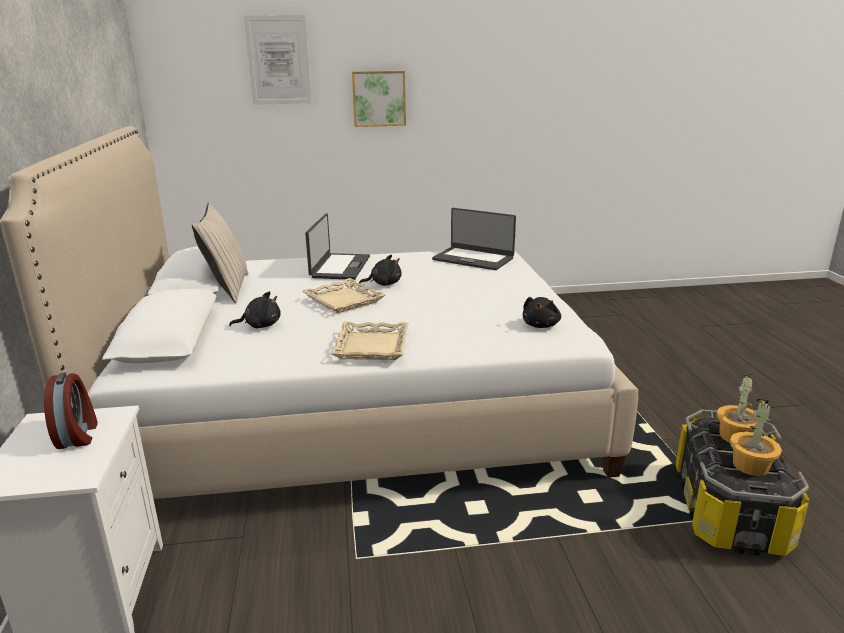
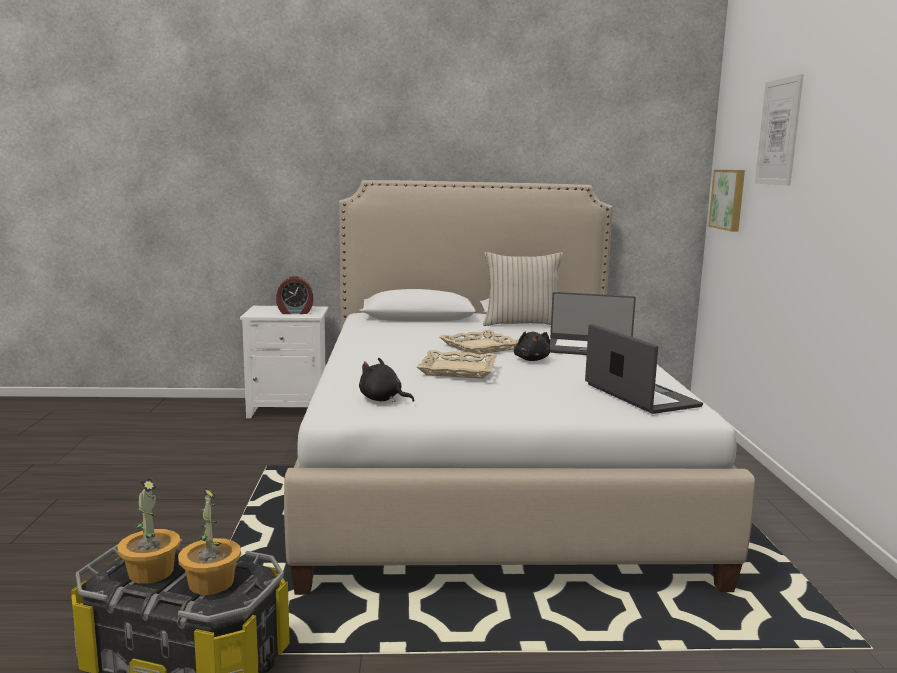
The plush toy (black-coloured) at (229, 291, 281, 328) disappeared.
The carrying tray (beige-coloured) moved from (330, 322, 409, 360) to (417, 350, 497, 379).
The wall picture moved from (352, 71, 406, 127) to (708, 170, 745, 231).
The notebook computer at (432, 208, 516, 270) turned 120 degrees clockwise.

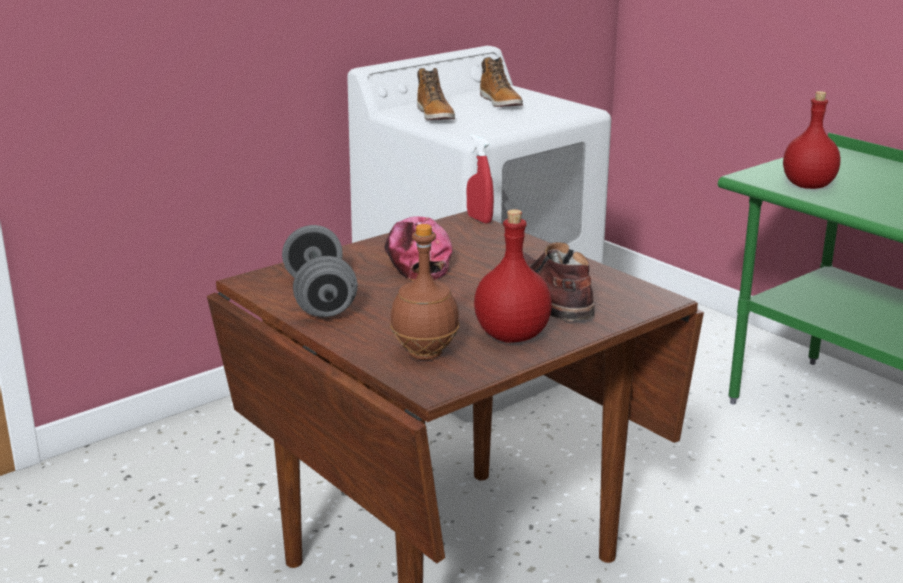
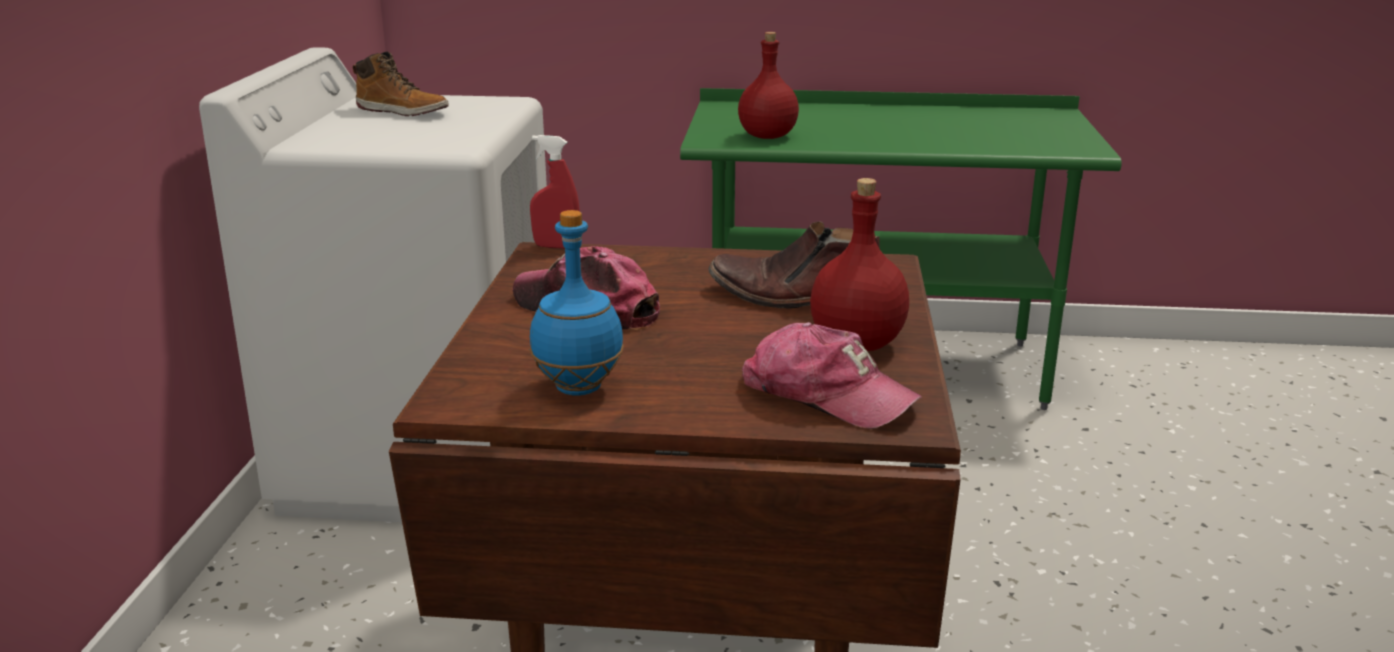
The dumbbell (gray) at (282, 225, 358, 317) was replaced by the bottle (bluish) at (530, 210, 624, 396).
The bottle (brownish) at (390, 224, 459, 360) was replaced by the peaked cap at (742, 322, 922, 429).
The tall boot at (417, 68, 455, 120) disappeared.

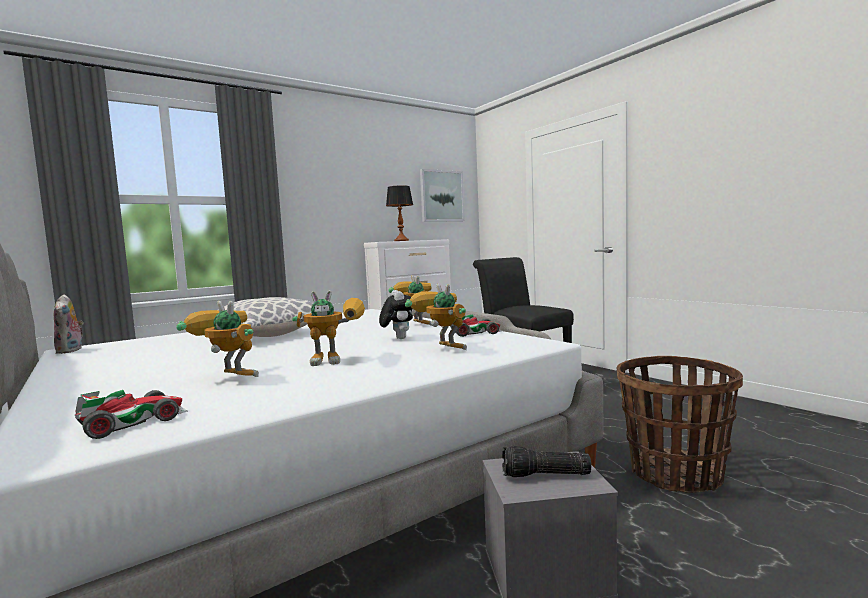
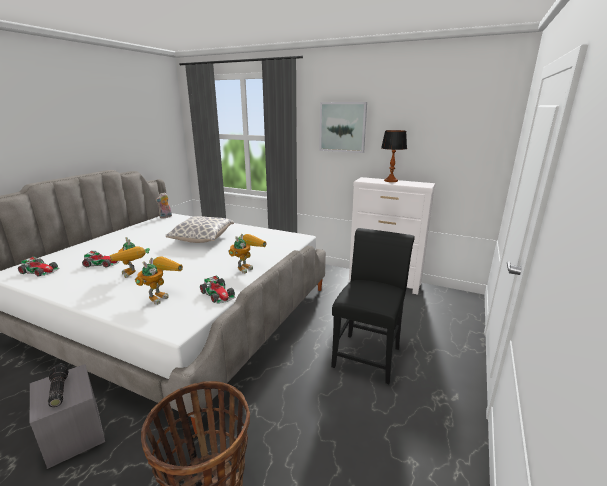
The robot figure at (176, 301, 259, 377) was replaced by the model car at (82, 251, 120, 267).
The plush toy at (379, 290, 413, 339) disappeared.
The wall picture moved from (420, 169, 465, 222) to (319, 102, 367, 153).

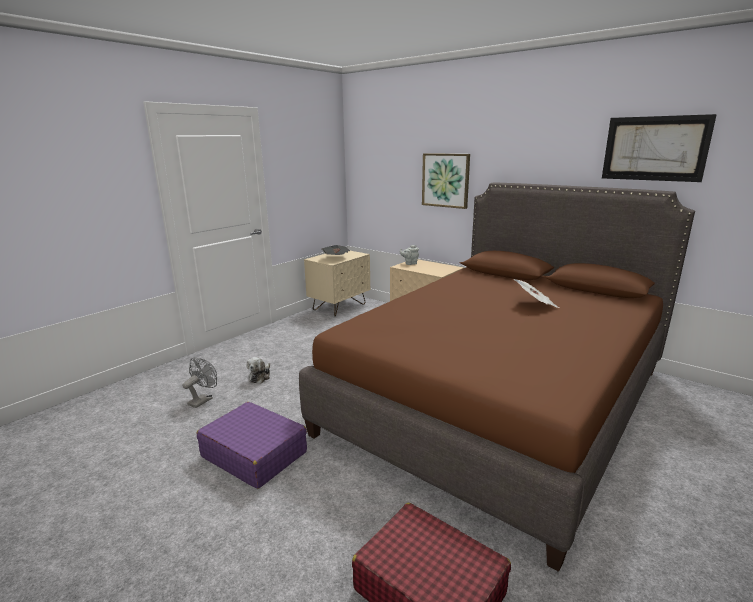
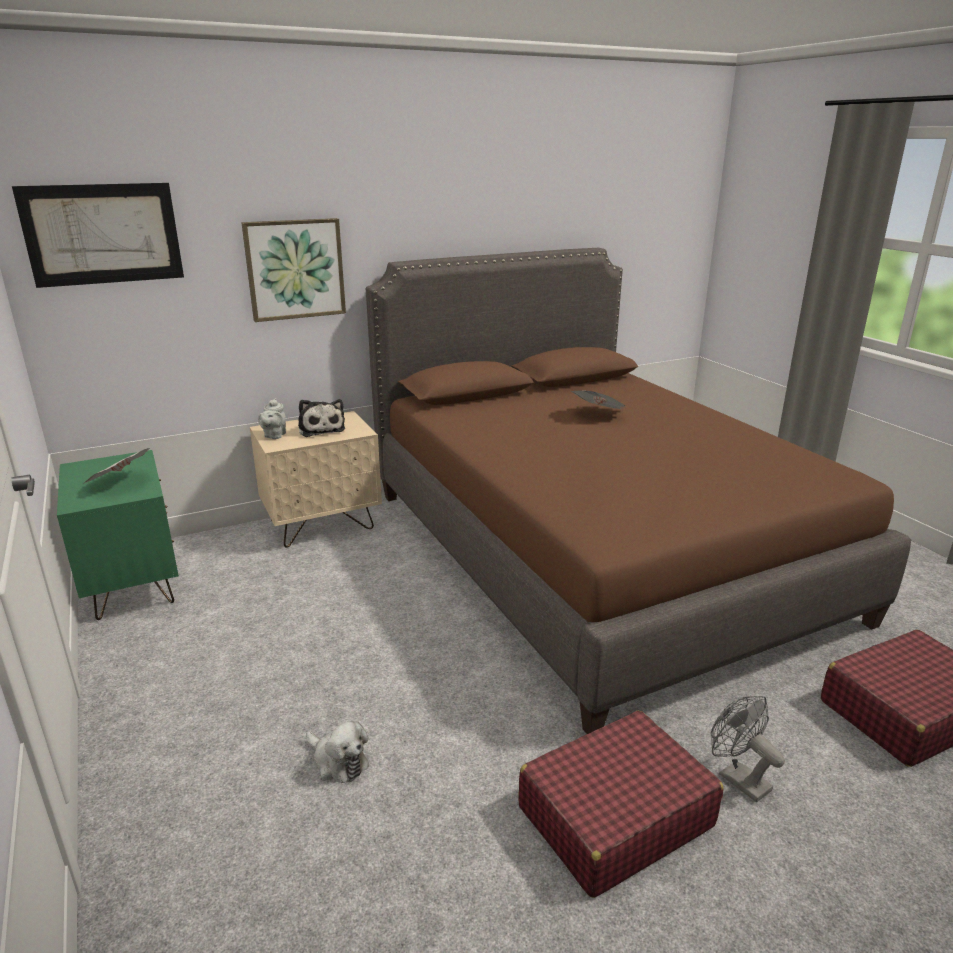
The fan (gray) moved from (183, 357, 217, 408) to (711, 696, 785, 802).
The travel case (purple-coloured) at (197, 402, 307, 489) became the travel case (reddish) at (518, 711, 724, 898).
The night table (beige-coloured) at (304, 251, 370, 316) became the night table (greenish) at (57, 450, 179, 620).
The wall picture moved from (602, 114, 717, 182) to (12, 183, 184, 288).
The plush toy at (298, 399, 345, 437) appeared.

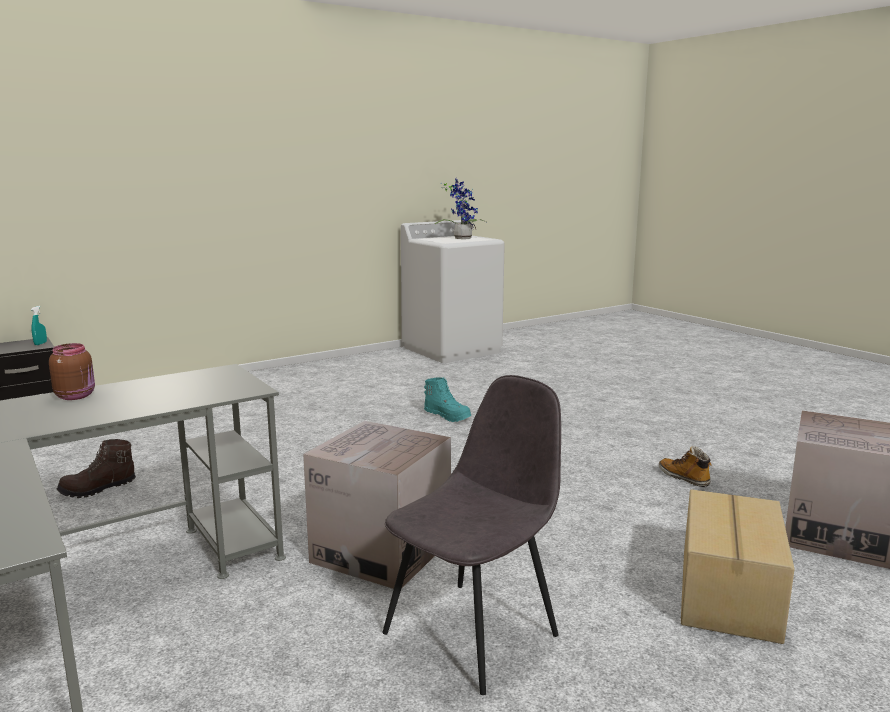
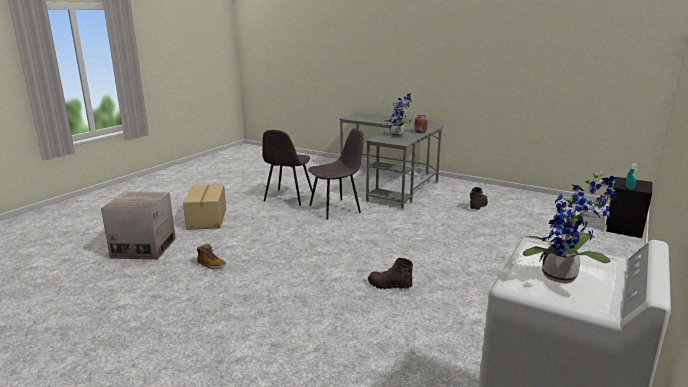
The cardboard box at (303, 421, 451, 589) was replaced by the upright chair (gray) at (308, 128, 364, 220).
The tall boot (turquoise-coloured) at (424, 377, 471, 422) became the tall boot (brownish) at (368, 258, 413, 289).
The plant in a pot at (382, 93, 412, 137) appeared.

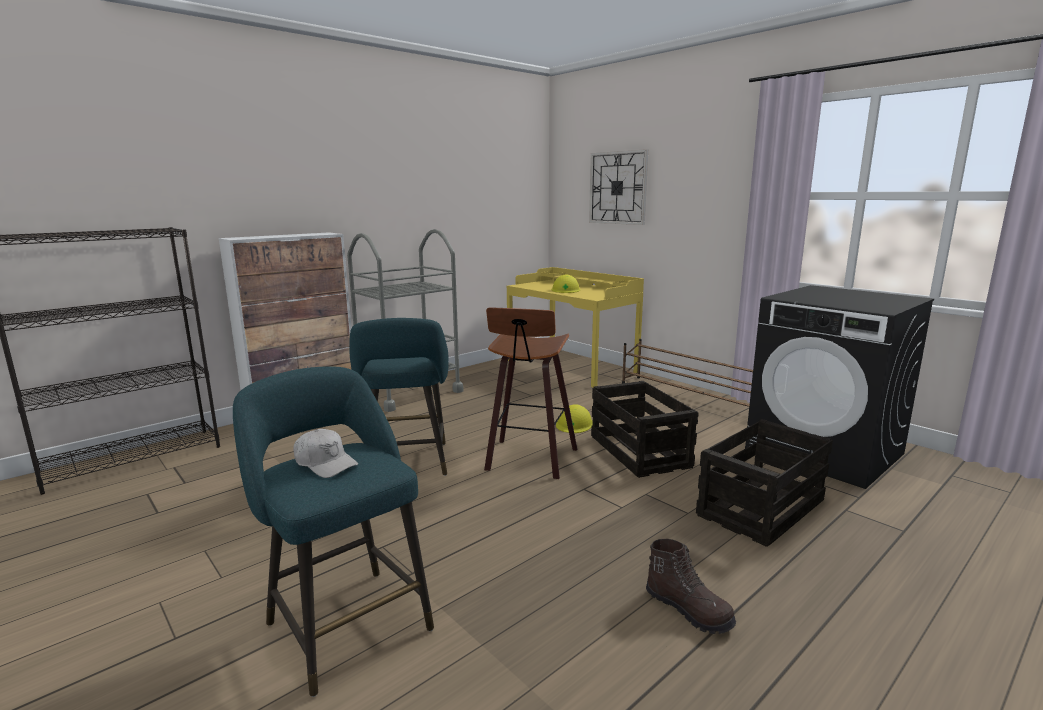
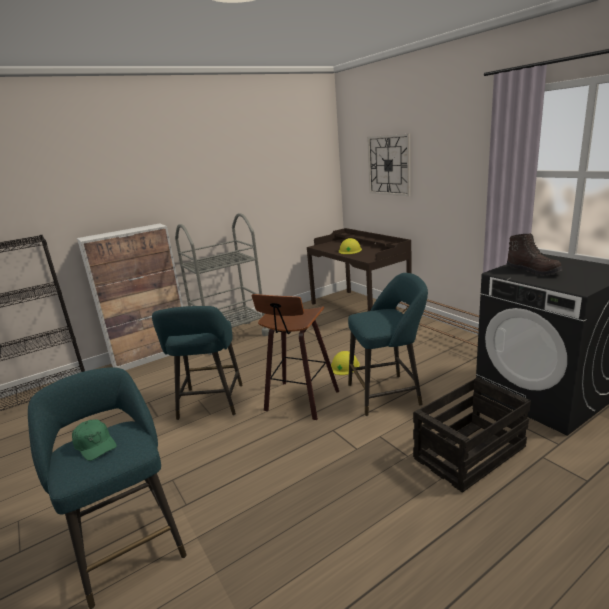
The peaked cap (white) at (293, 429, 358, 478) became the peaked cap (greenish) at (72, 419, 117, 461).
The desk table (yellow) at (507, 267, 644, 388) became the desk table (brownish) at (307, 228, 412, 311).
The packing crate at (591, 381, 699, 478) was replaced by the stool seat (turquoise-coloured) at (348, 273, 428, 416).
The tall boot (brownish) moved from (646, 539, 736, 634) to (506, 233, 562, 276).

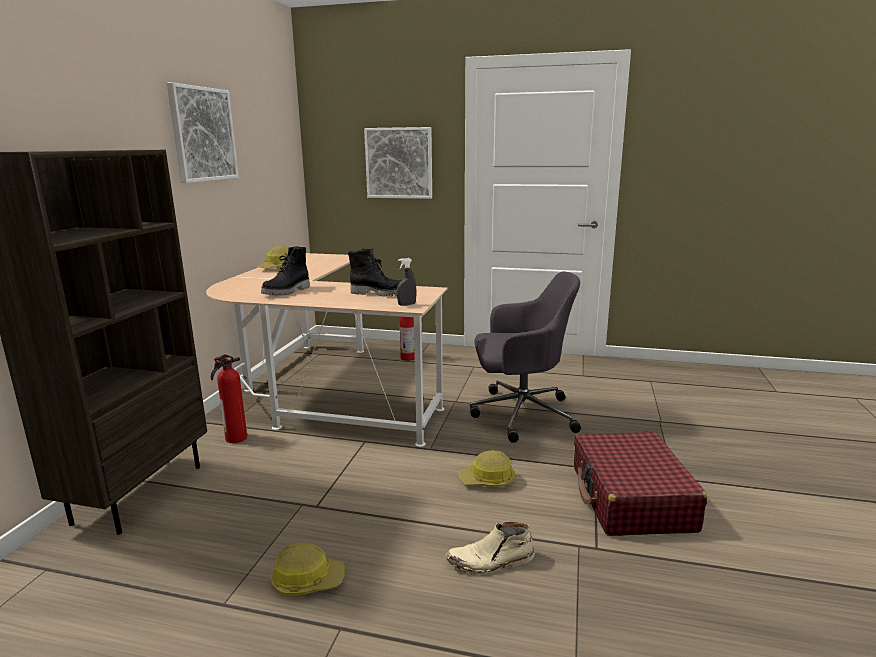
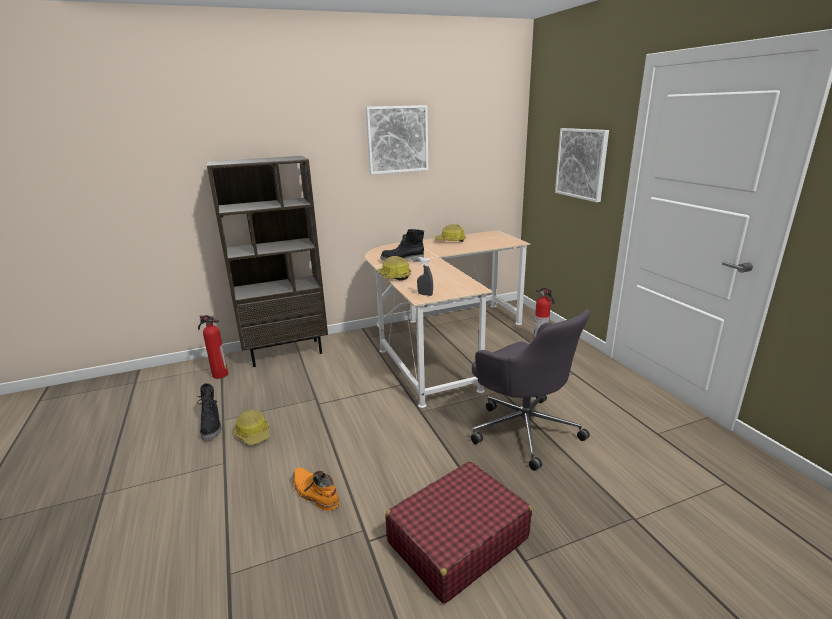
The fire-fighting cylinder moved from (211, 354, 247, 443) to (198, 315, 228, 379).
The tall boot (black-coloured) moved from (348, 248, 402, 297) to (197, 383, 222, 440).
The tall boot (beige-coloured) at (446, 522, 534, 574) became the tall boot (orange) at (292, 468, 340, 511).
The safety helmet moved from (459, 450, 515, 487) to (376, 256, 411, 280).

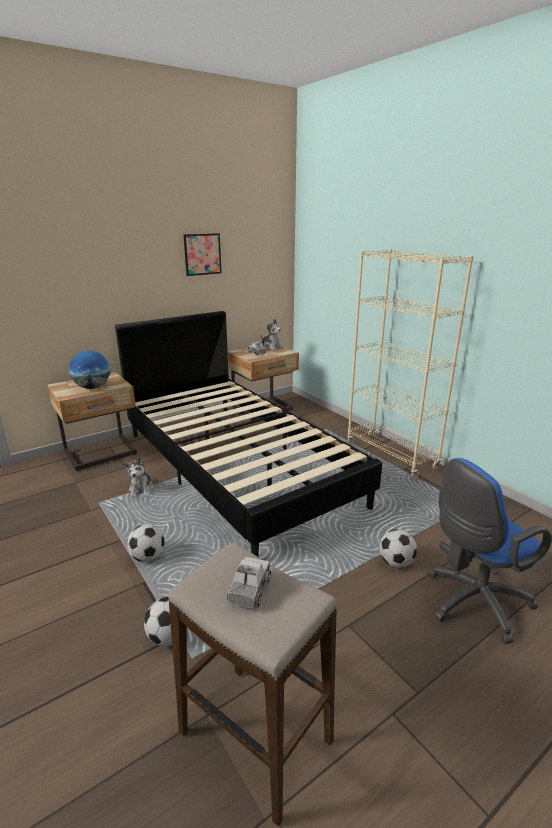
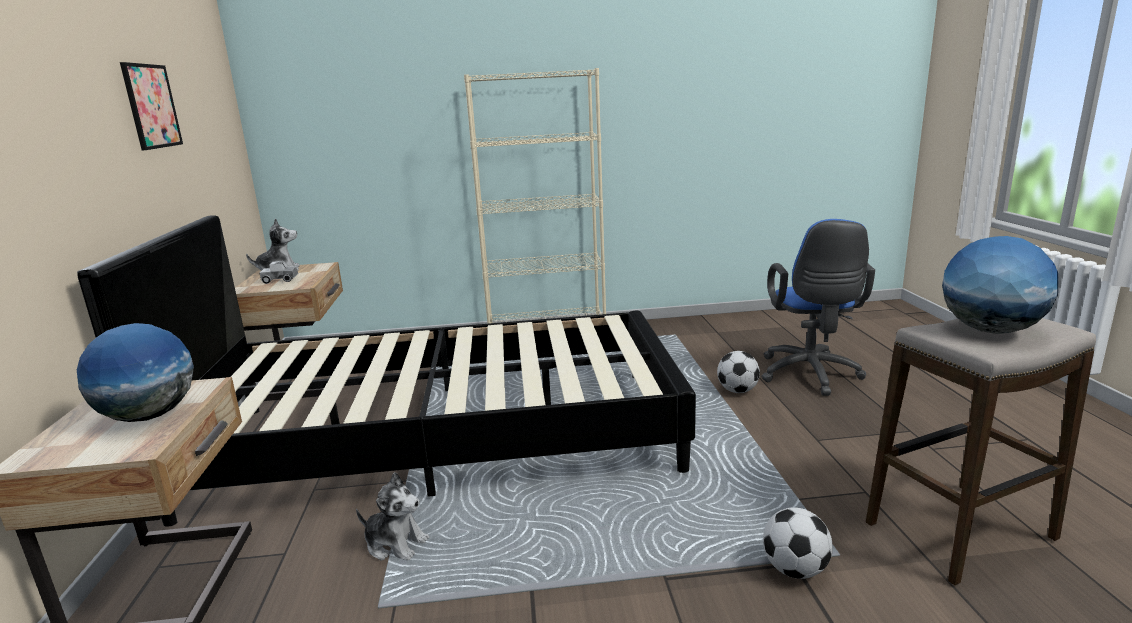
The football at (127, 524, 165, 562) disappeared.
The toy lorry at (227, 557, 271, 609) was replaced by the world globe at (942, 236, 1058, 334).

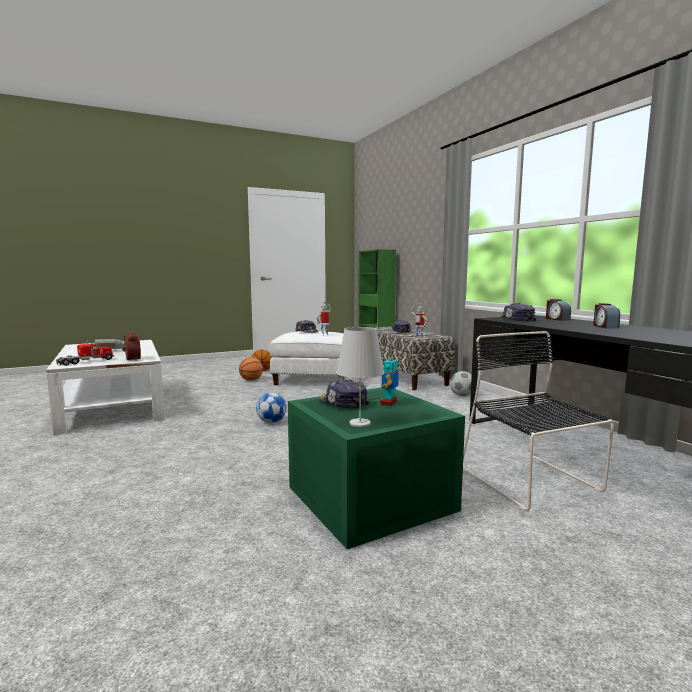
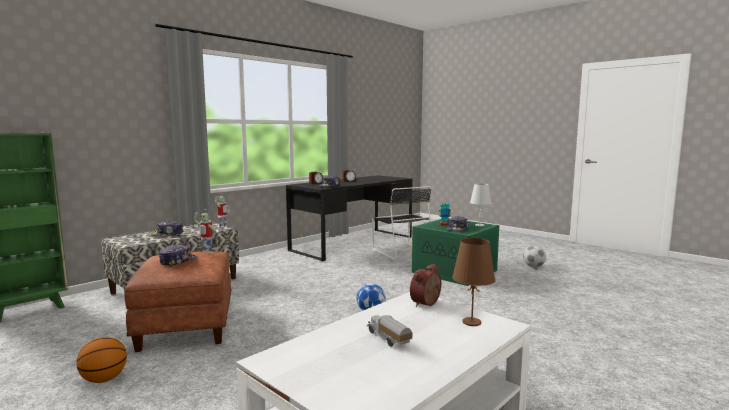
The toy lorry at (56, 340, 114, 366) was replaced by the tabletop lamp (brownish) at (452, 238, 496, 326).
The basketball at (239, 357, 263, 381) disappeared.
The ottoman (white) at (269, 331, 344, 385) became the ottoman (brownish) at (124, 251, 232, 352).
The football moved from (450, 371, 472, 396) to (523, 245, 546, 267).
The upright chair (black-coloured) at (463, 331, 614, 511) turned 75 degrees counterclockwise.

